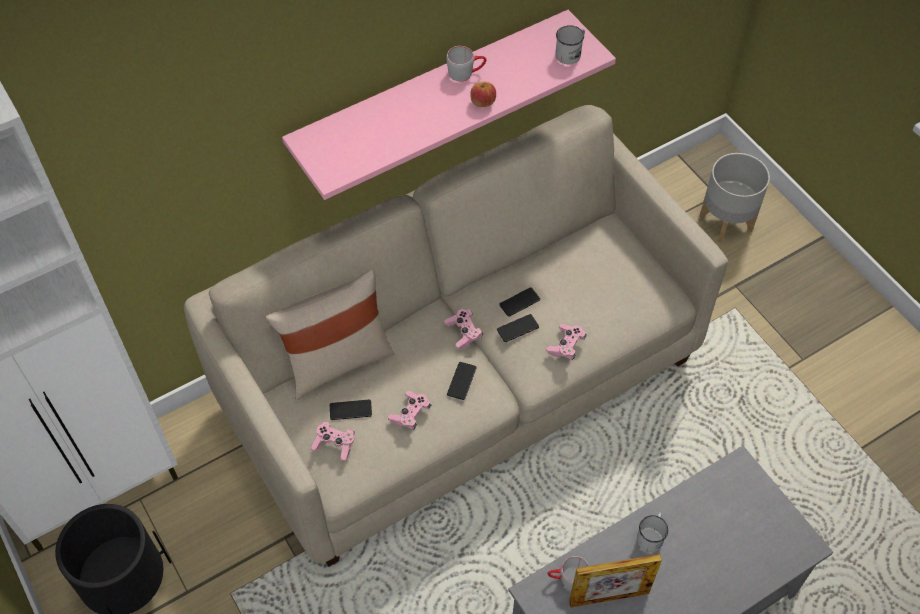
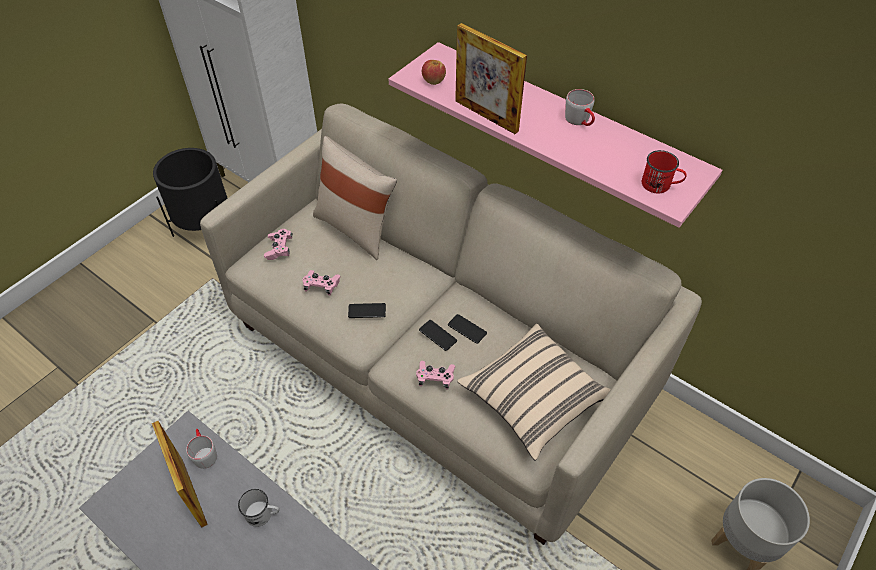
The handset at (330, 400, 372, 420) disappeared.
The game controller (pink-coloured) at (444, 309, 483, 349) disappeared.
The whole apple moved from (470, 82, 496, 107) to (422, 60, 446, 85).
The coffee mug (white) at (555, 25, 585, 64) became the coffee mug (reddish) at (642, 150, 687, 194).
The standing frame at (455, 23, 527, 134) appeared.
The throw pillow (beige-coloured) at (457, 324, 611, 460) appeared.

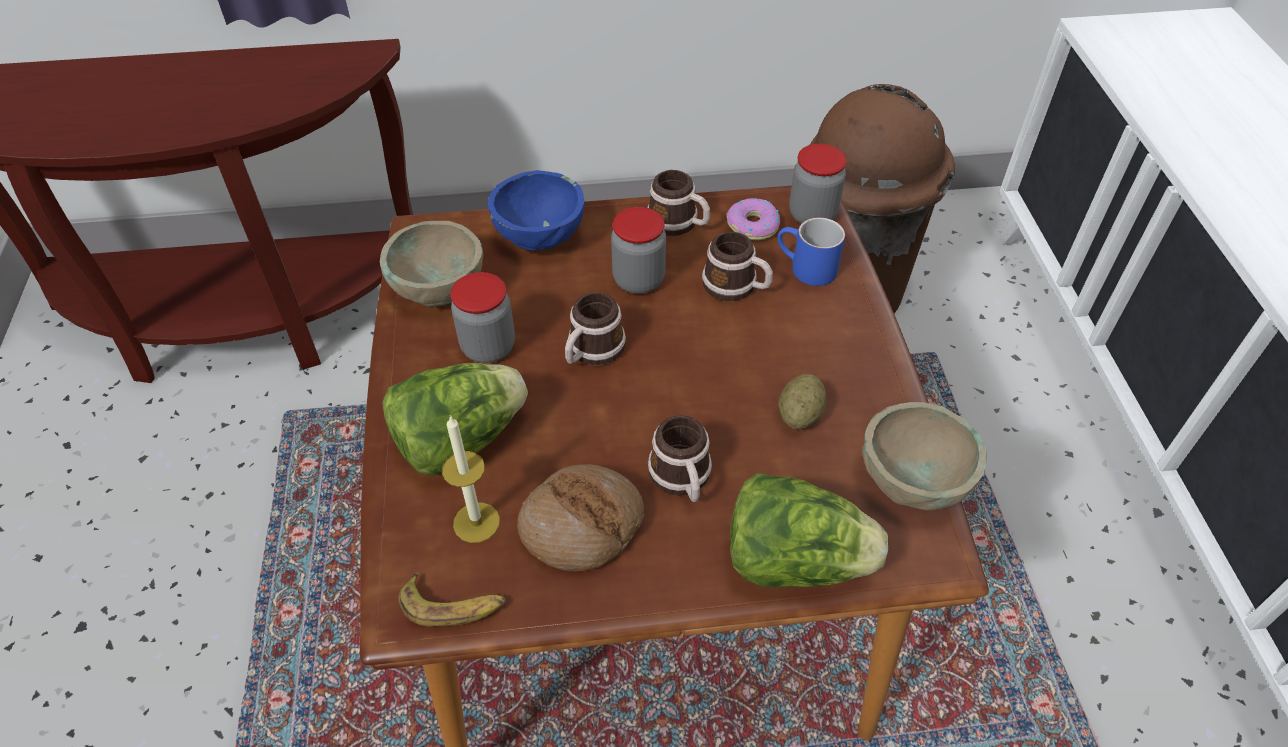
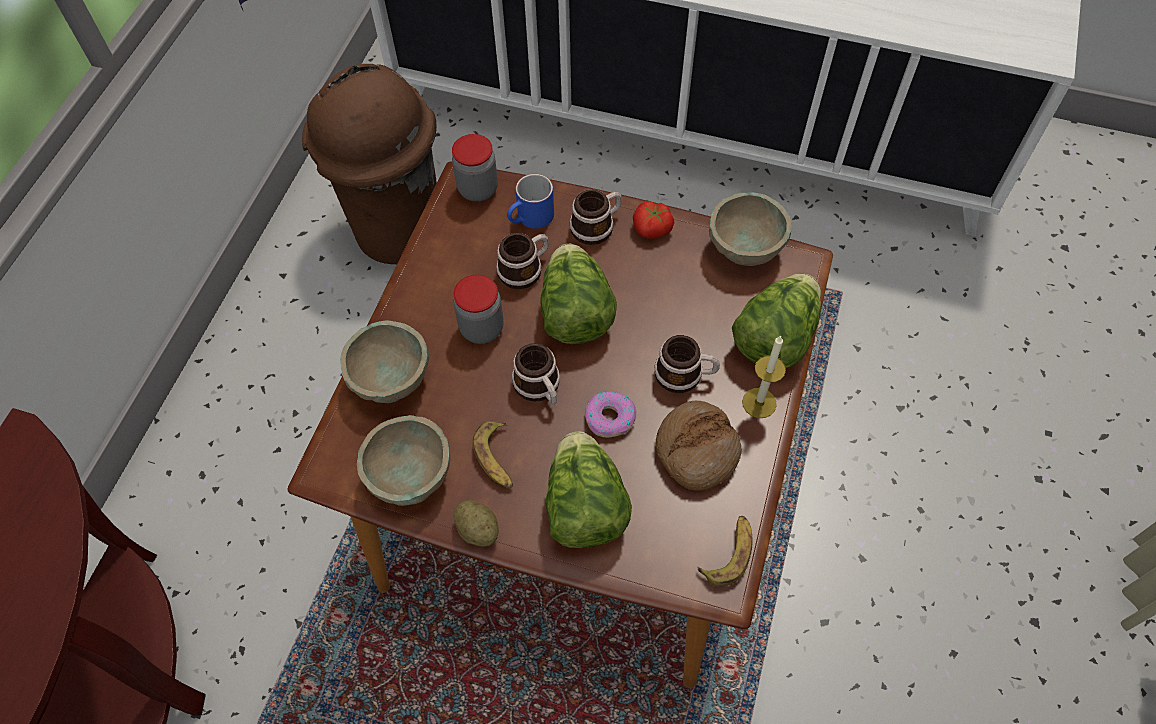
The wax light moved from (442, 416, 500, 543) to (742, 335, 786, 418).
The storage jar at (450, 272, 515, 363) was replaced by the banana fruit at (472, 421, 513, 488).
The bowl (bluish) at (488, 170, 585, 251) became the bowl (beige-coloured) at (340, 321, 429, 403).
The coffee mug moved from (647, 170, 710, 236) to (569, 189, 622, 245).
The donut moved from (726, 198, 780, 241) to (585, 391, 636, 438).
The spud moved from (778, 374, 826, 429) to (454, 500, 499, 547).
The lettuce at (540, 244, 617, 344) appeared.
The tomato at (633, 201, 674, 239) appeared.

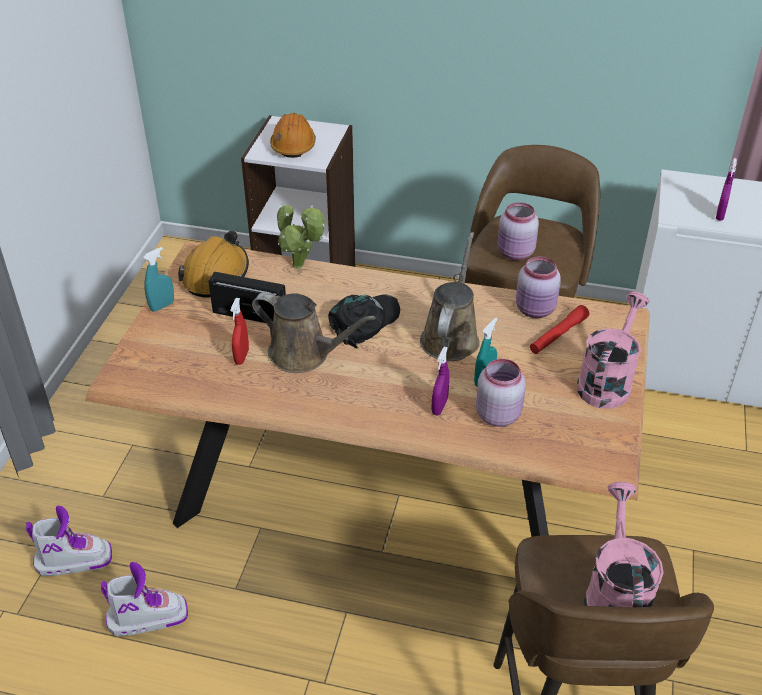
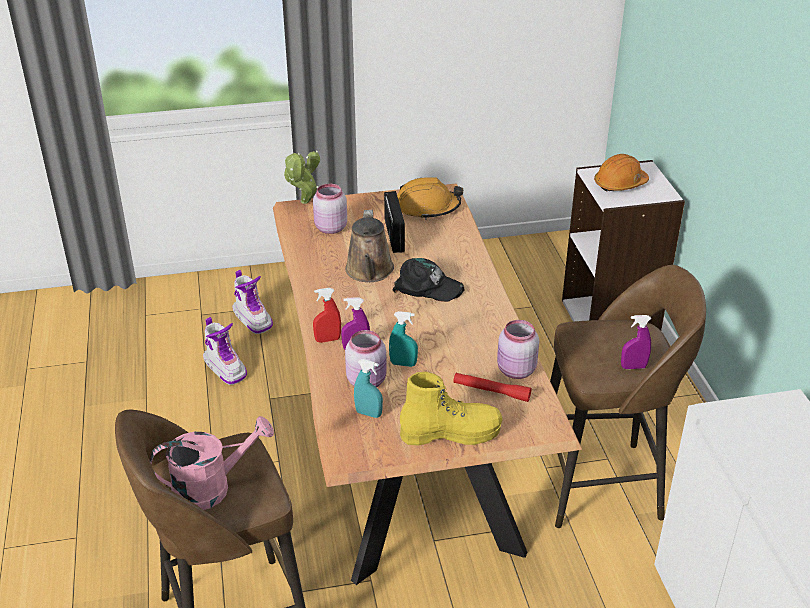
The spray bottle (turquoise-coloured) moved from (143, 247, 174, 312) to (354, 359, 383, 418).
The spray bottle (reddish) moved from (230, 298, 249, 365) to (313, 288, 341, 343).
The plant in a pot moved from (277, 204, 325, 269) to (284, 150, 320, 204).
The watering can (brownish) at (420, 232, 480, 361) disappeared.
The storage jar (pink-coloured) moved from (498, 202, 539, 260) to (313, 184, 347, 234).
The watering can (pink-coloured) at (577, 292, 649, 409) was replaced by the tall boot (yellow) at (400, 372, 502, 446).
The spray bottle (purple-coloured) moved from (716, 158, 737, 221) to (621, 315, 651, 369).

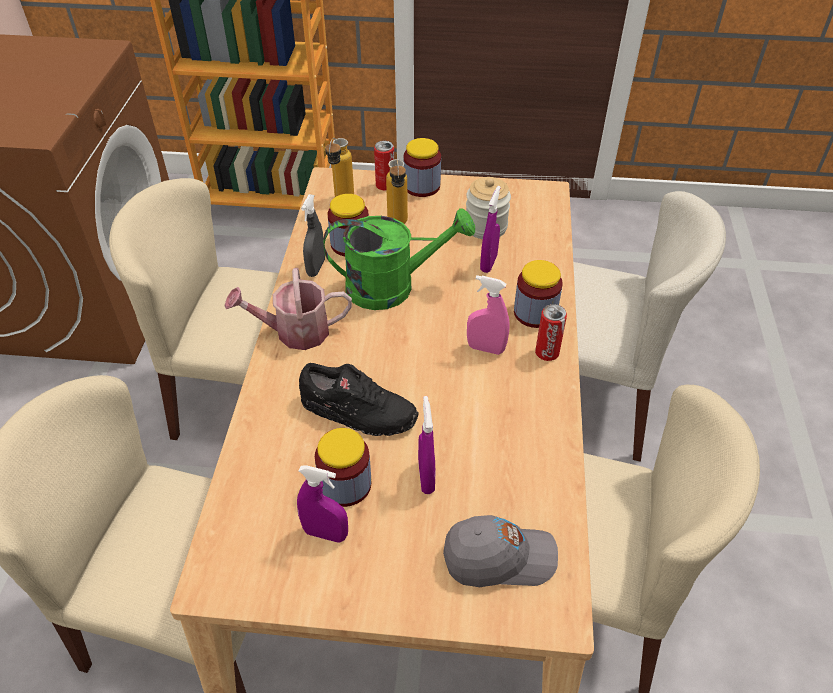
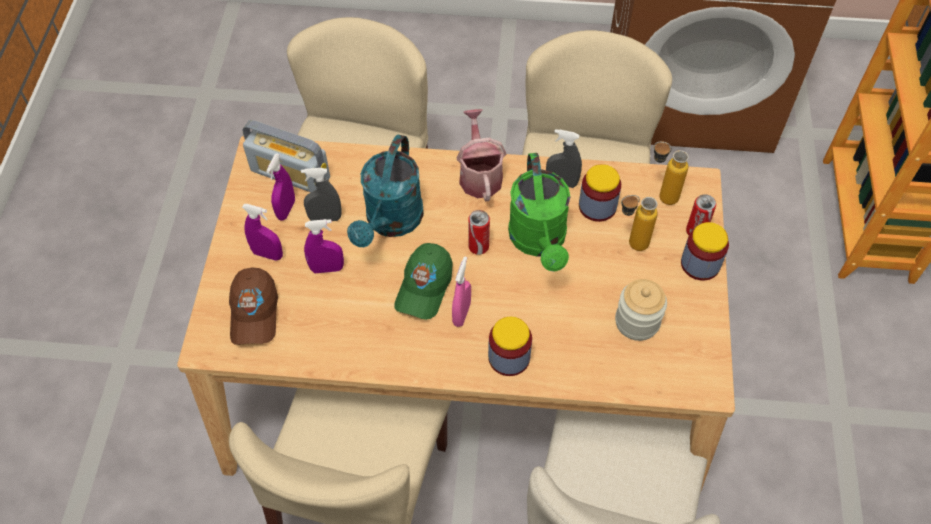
The item of footwear (black-coloured) at (299, 363, 419, 436) was replaced by the watering can (turquoise-coloured) at (347, 134, 424, 247).
The storage jar at (315, 428, 371, 507) was replaced by the spray bottle (gray) at (301, 168, 341, 221).
The peaked cap (gray) at (443, 515, 558, 587) became the peaked cap (brownish) at (229, 267, 278, 345).
The spray bottle (purple-coloured) moved from (480, 186, 501, 273) to (242, 204, 283, 261).
The can moved from (535, 304, 567, 361) to (468, 210, 490, 255).
The radio receiver at (242, 120, 330, 192) appeared.
The peaked cap (greenish) at (395, 243, 453, 320) appeared.

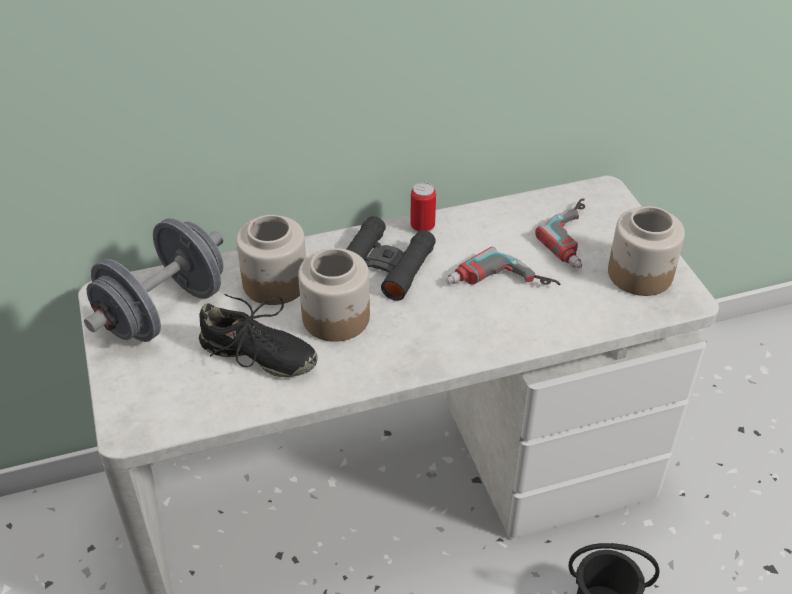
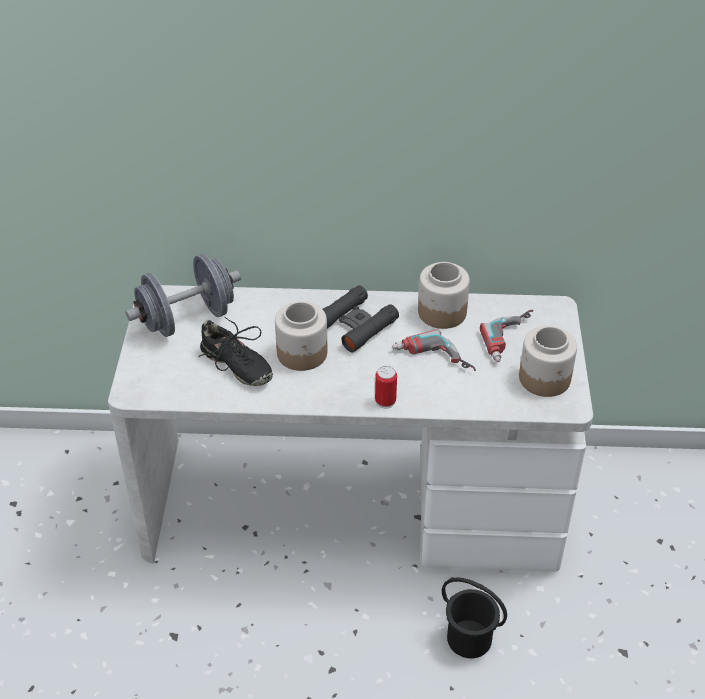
The storage jar moved from (236, 215, 306, 305) to (418, 262, 470, 329).
The can moved from (410, 182, 436, 233) to (375, 366, 397, 408).

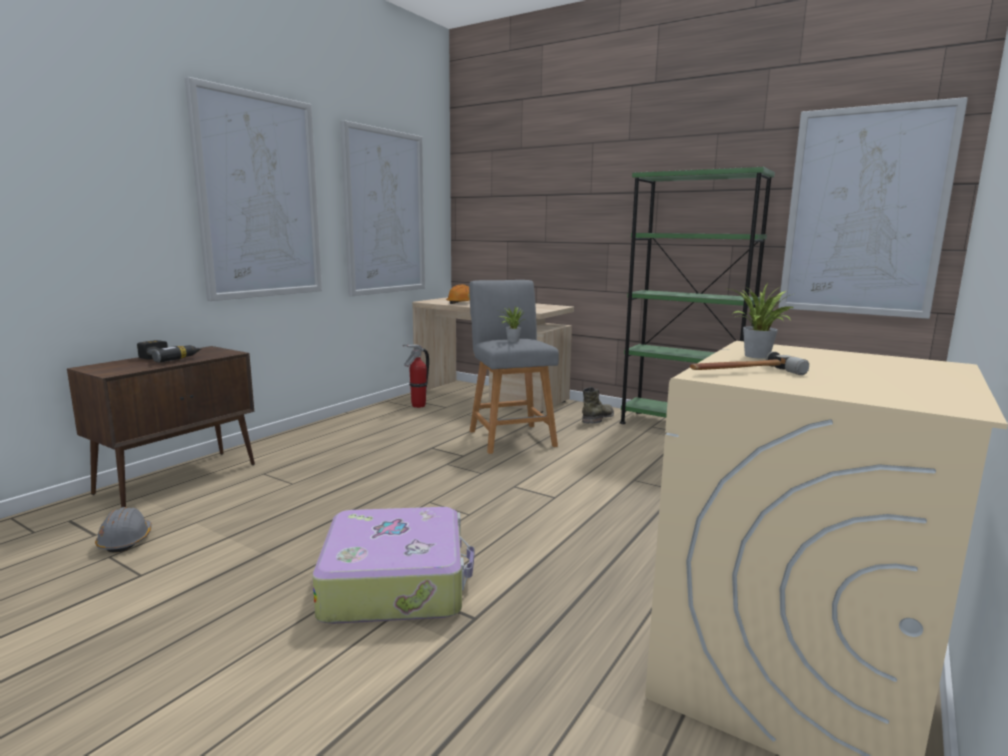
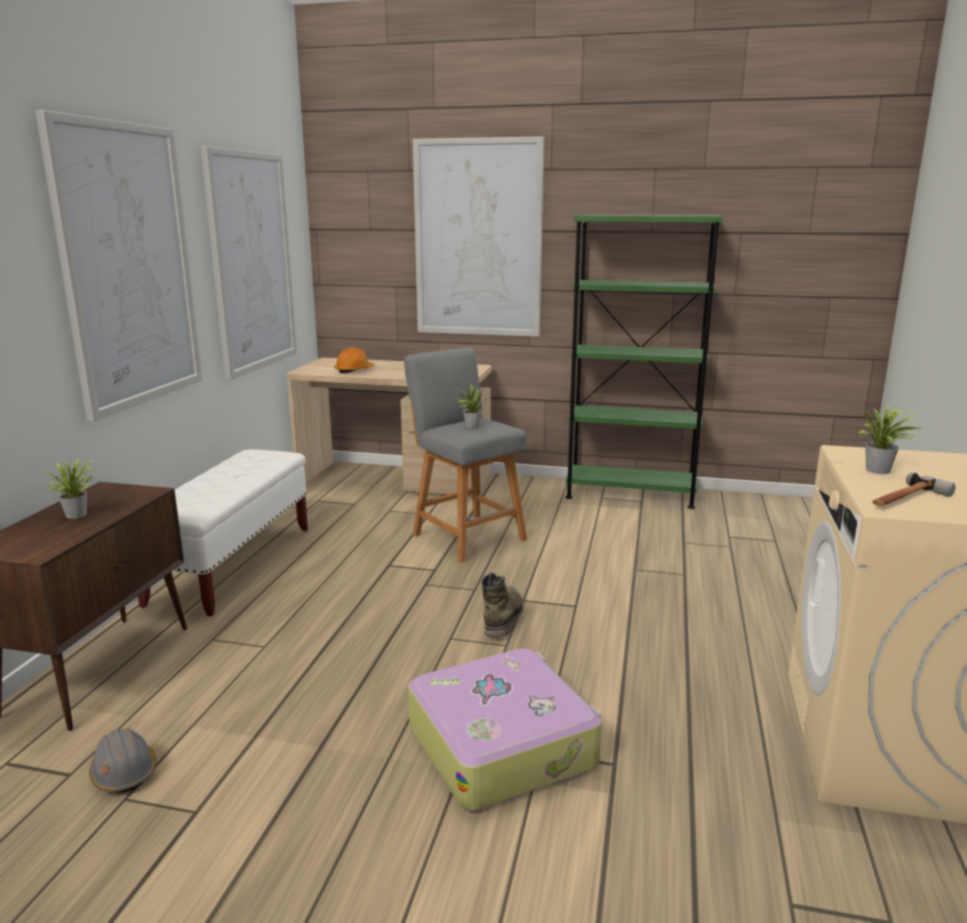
The electric drill at (137, 340, 202, 363) was replaced by the plant in a pot at (43, 458, 98, 519).
The fire-fighting cylinder at (403, 344, 429, 408) disappeared.
The tall boot (greenish) moved from (582, 387, 614, 424) to (481, 572, 524, 638).
The wall picture moved from (779, 97, 968, 319) to (413, 136, 544, 337).
The bench (white) at (138, 449, 308, 616) appeared.

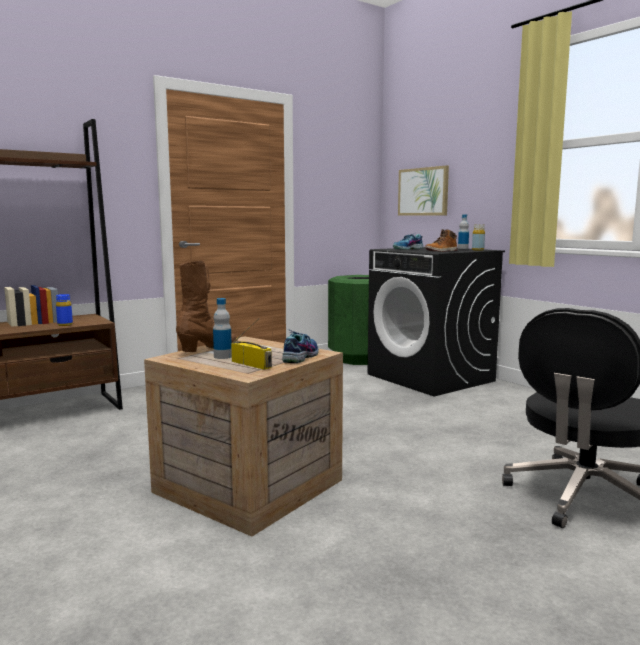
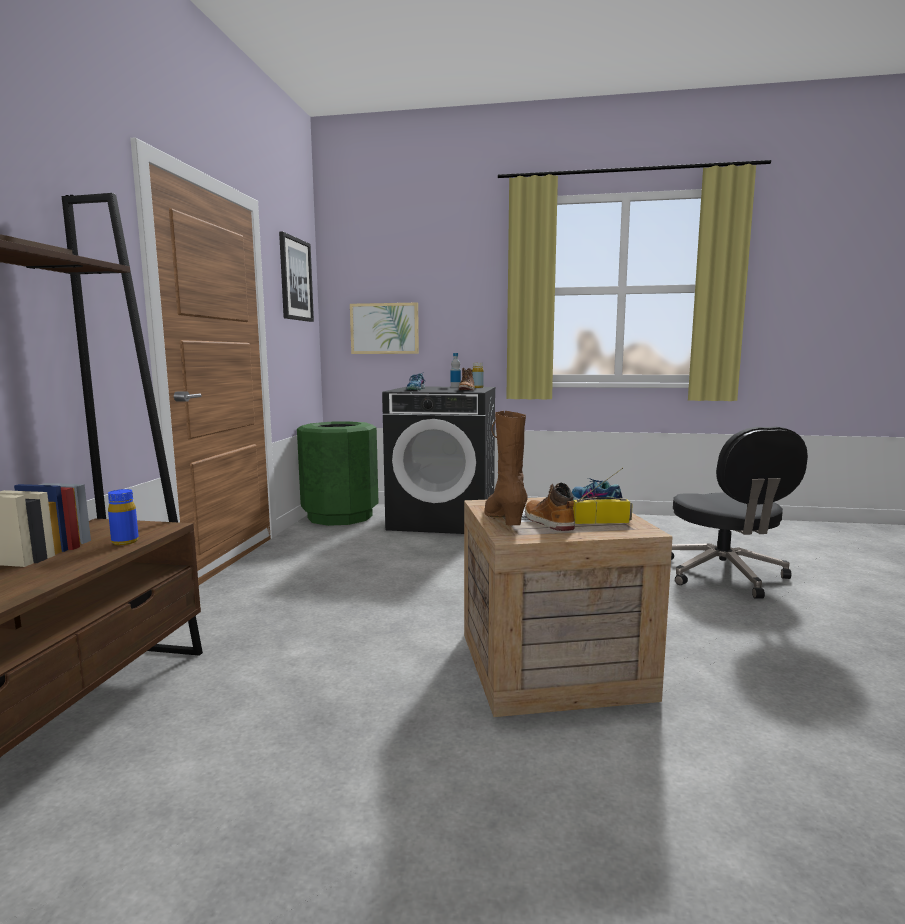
The bottle at (213, 298, 232, 359) was replaced by the tall boot at (525, 483, 575, 531).
The wall picture at (279, 232, 314, 322) appeared.

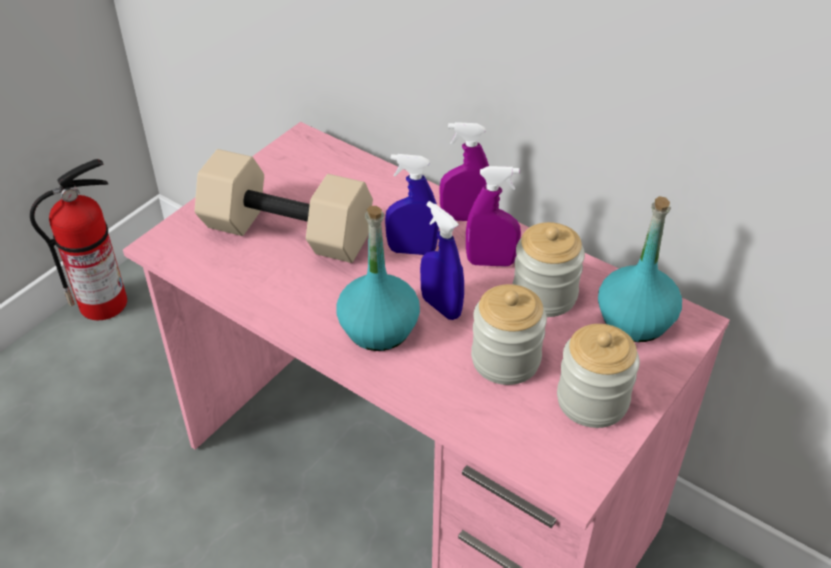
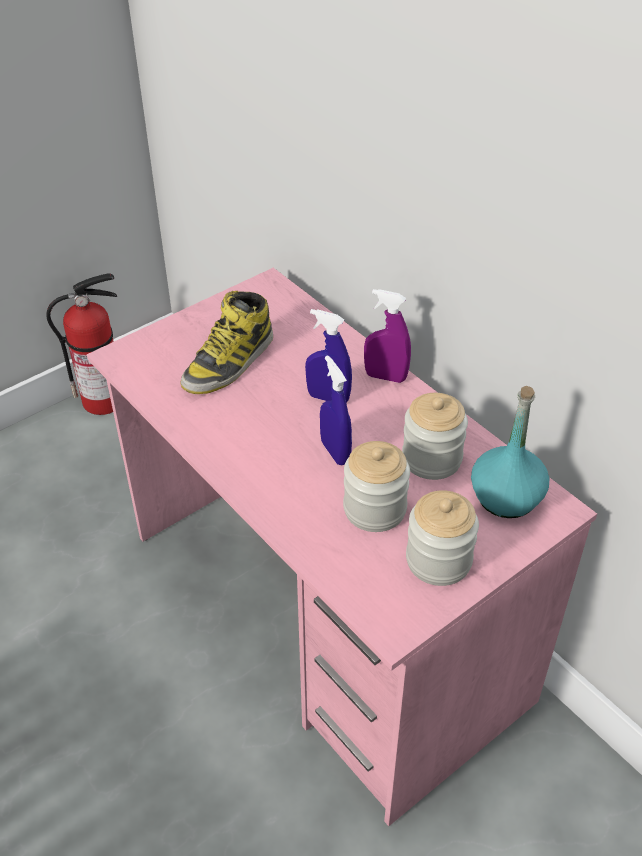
The dumbbell (beige-coloured) at (195, 149, 373, 263) was replaced by the tall boot at (181, 291, 273, 394).
The bottle (turquoise-coloured) at (336, 206, 420, 351) disappeared.
The spray bottle (purple-coloured) at (466, 166, 521, 267) disappeared.

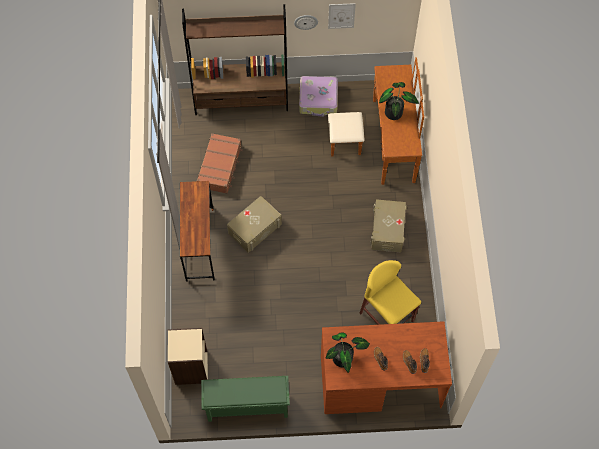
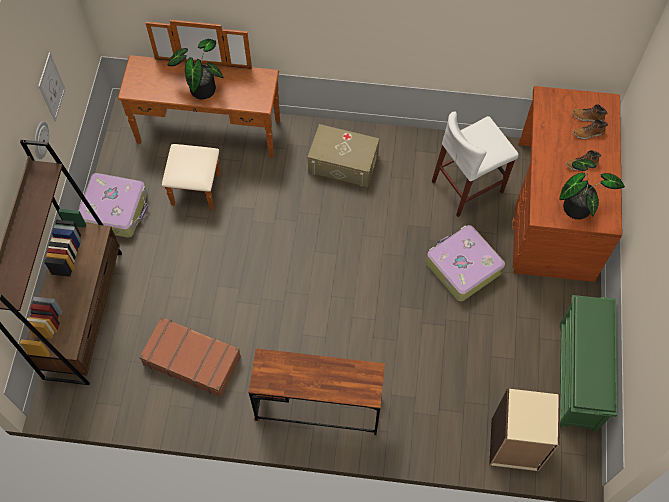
The storage container (beige-coloured) at (227, 196, 282, 253) disappeared.
The stool seat (yellow) at (360, 260, 421, 325) became the stool seat (white) at (432, 112, 519, 217).
The travel case at (426, 225, 505, 301) appeared.

